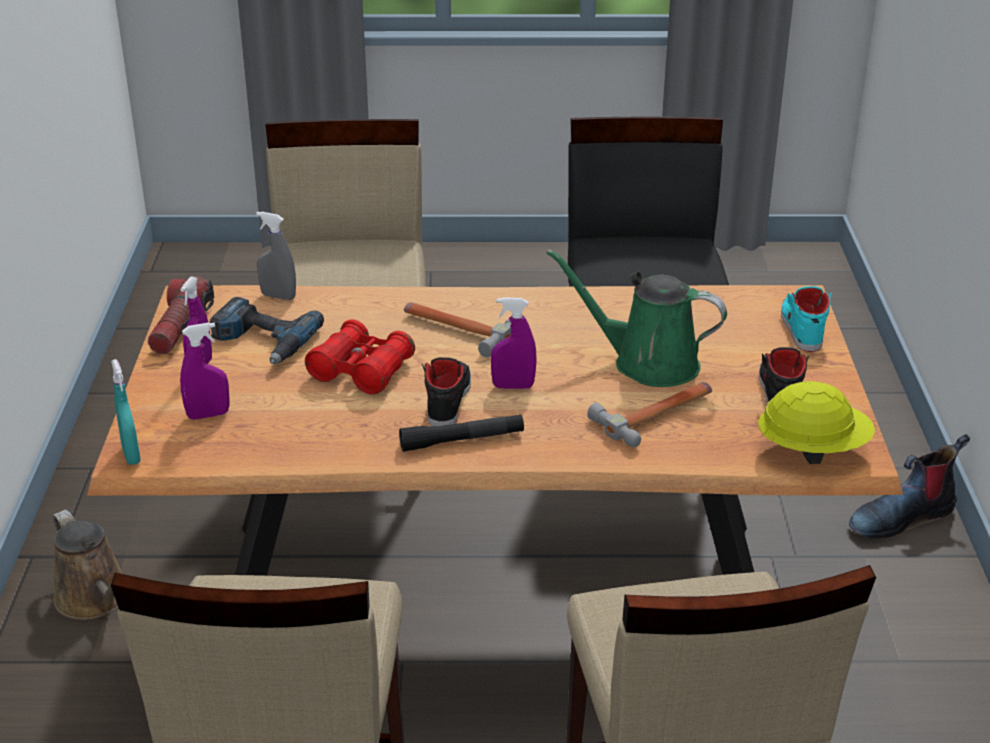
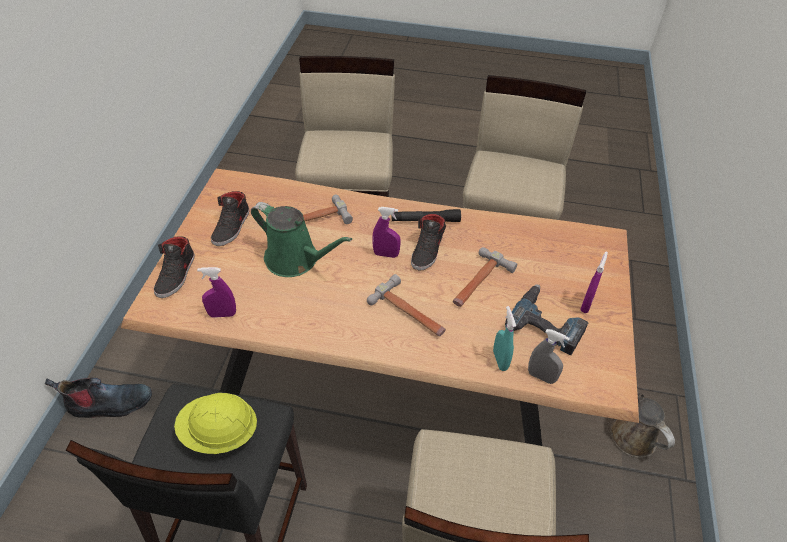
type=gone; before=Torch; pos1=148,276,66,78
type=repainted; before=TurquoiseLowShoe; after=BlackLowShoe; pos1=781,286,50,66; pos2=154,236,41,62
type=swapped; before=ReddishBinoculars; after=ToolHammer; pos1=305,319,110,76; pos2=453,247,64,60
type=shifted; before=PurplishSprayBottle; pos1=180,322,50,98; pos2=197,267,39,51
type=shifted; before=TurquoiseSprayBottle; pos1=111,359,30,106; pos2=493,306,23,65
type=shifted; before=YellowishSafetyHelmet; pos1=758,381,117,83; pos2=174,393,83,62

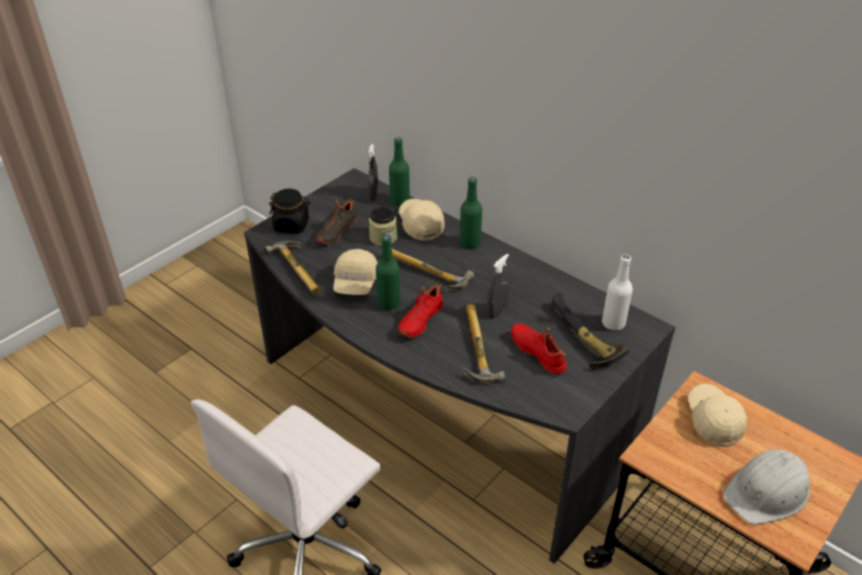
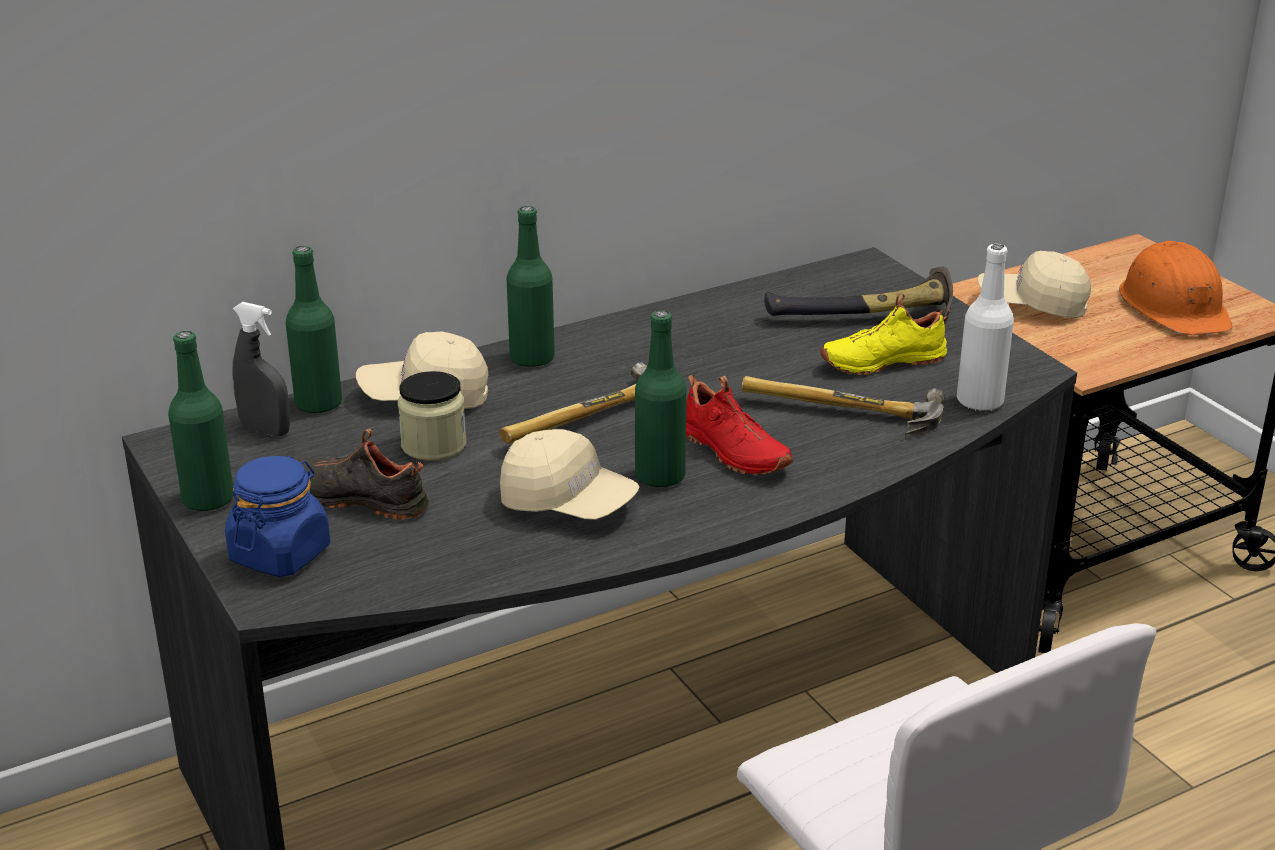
type=repainted; before=BlackStorageJar; after=BlueStorageJar; pos1=269,189,41,45; pos2=225,456,105,121
type=rotated; before=BlackLowShoe; pos1=316,198,42,47; pos2=296,429,133,91; turn=150
type=gone; before=ToolHammer; pos1=264,241,57,53
type=gone; before=GreyishSprayBottle; pos1=487,254,22,64
type=shifted; before=WhiteBottle; pos1=602,254,31,76; pos2=957,244,57,167
type=repainted; before=ReddishLowShoe; after=YellowishLowShoe; pos1=511,323,56,52; pos2=820,293,130,82
type=repainted; before=WhiteSafetyHelmet; after=OrangeColouredSafetyHelmet; pos1=723,449,87,75; pos2=1119,241,114,94
type=new; after=GreenColouredBottle; pos2=168,331,65,181

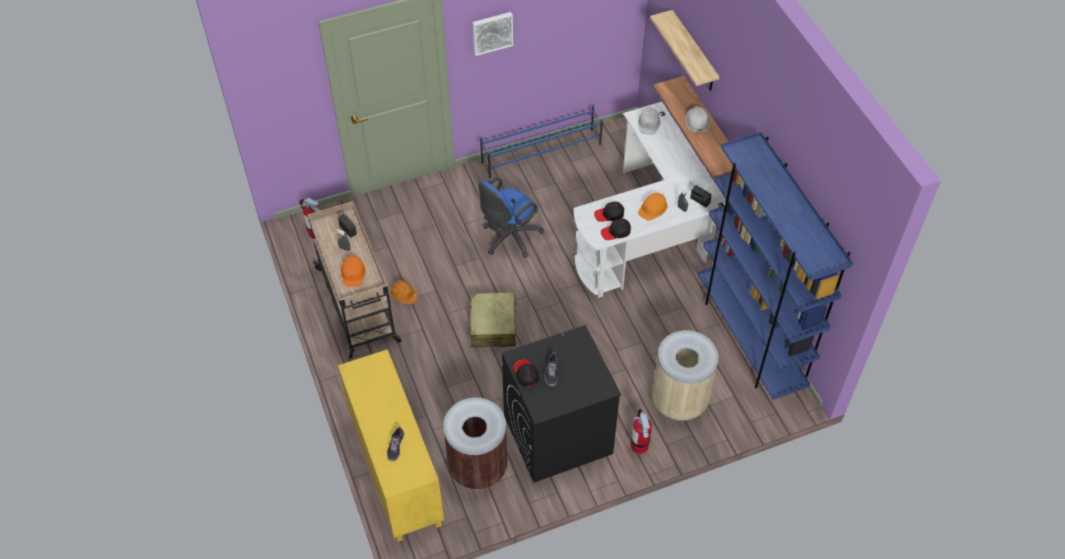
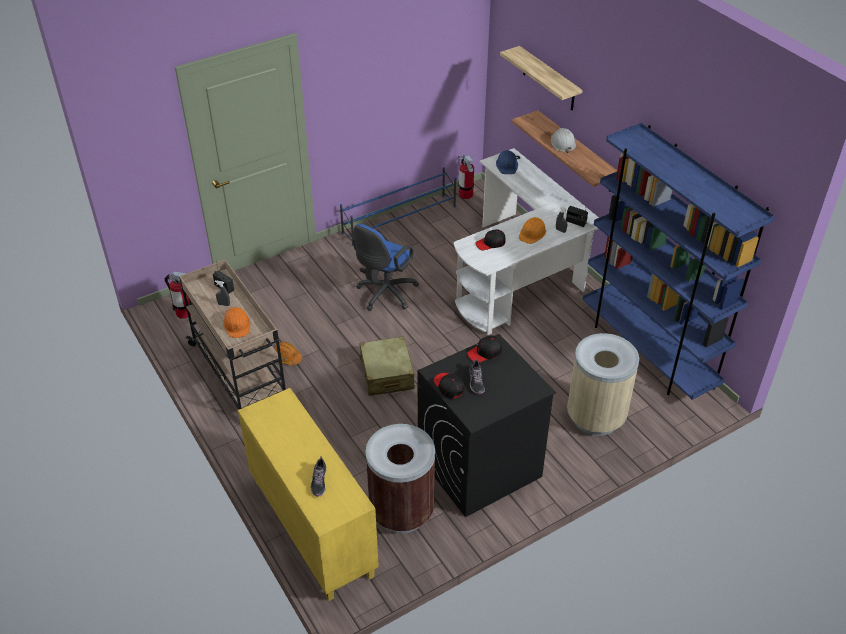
type=gone; before=WallPicture; pos1=472,12,41,44
type=repainted; before=WhiteSafetyHelmet; after=BlueSafetyHelmet; pos1=638,107,22,28; pos2=496,150,22,24
type=shifted; before=BlackPeakedCap; pos1=601,218,30,22; pos2=467,335,35,27
type=shifted; before=FireExtinguisher; pos1=631,409,21,45; pos2=458,155,16,44

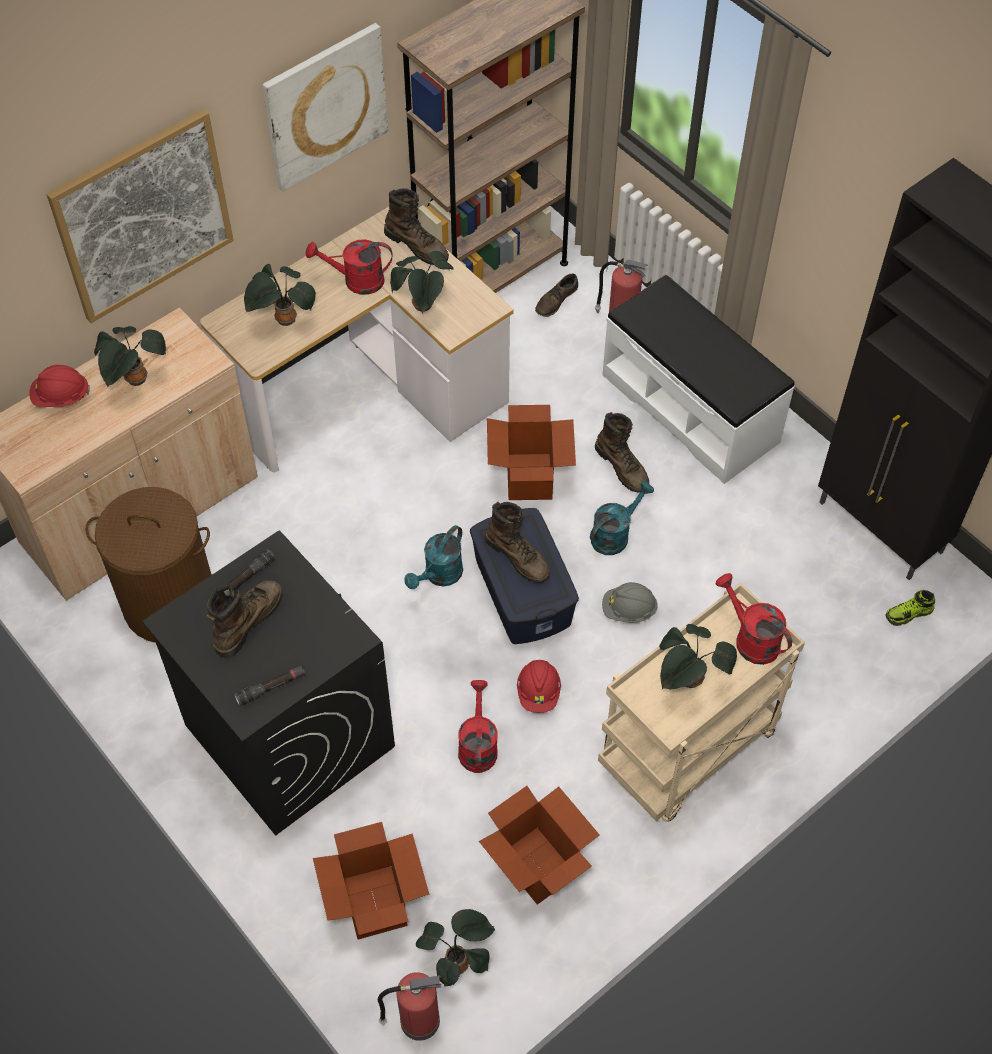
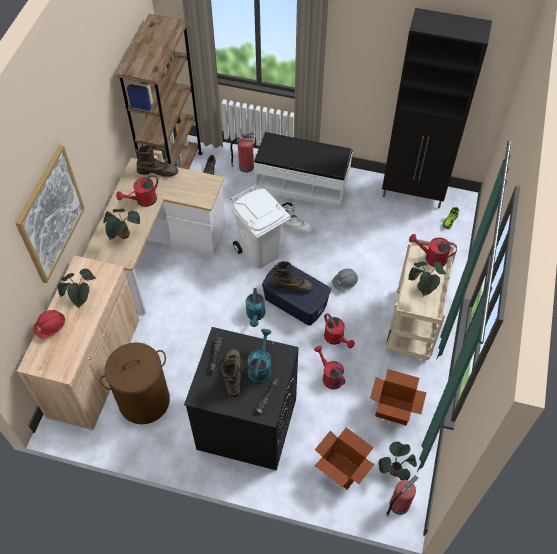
type=gone; before=WallPicture; pos1=262,23,126,169
type=gone; before=Houseplant; pos1=390,251,64,63
type=swapped; before=CardboardBox; after=WhiteWasteBin; pos1=487,405,89,95; pos2=231,185,59,84
type=repainted; before=BrownColouredTallBoot; after=WhiteTallBoot; pos1=595,412,54,81; pos2=280,202,33,32
type=shifted; before=TurquoiseWateringPot; pos1=590,481,64,74; pos2=248,329,23,55
type=swapped; before=ReddishSafetyHelmet; after=ReddishWateringPot; pos1=517,660,44,53; pos2=324,313,31,35

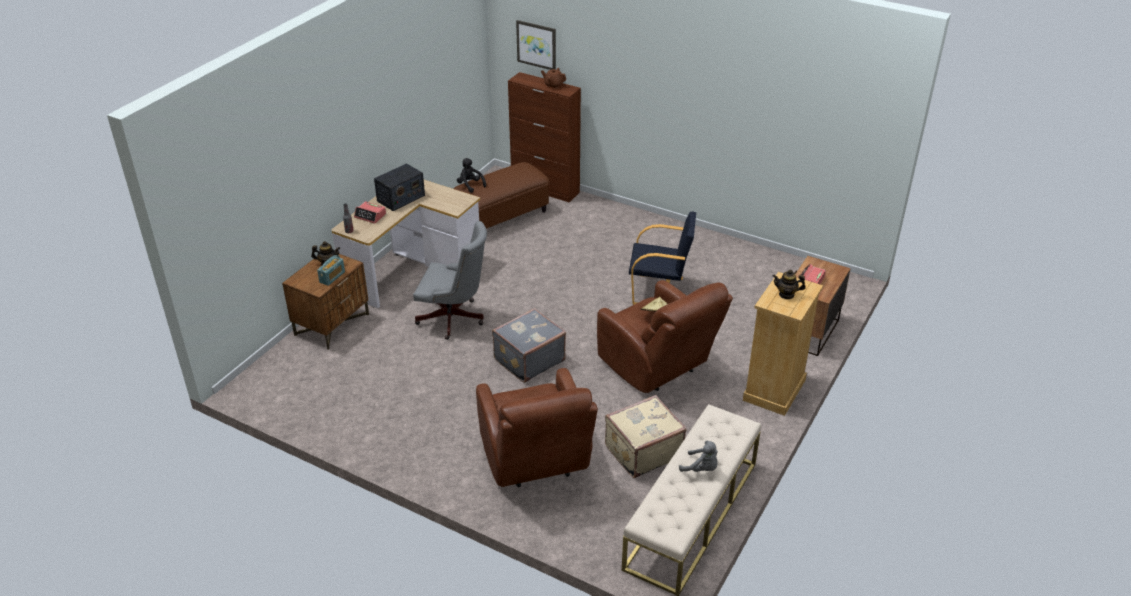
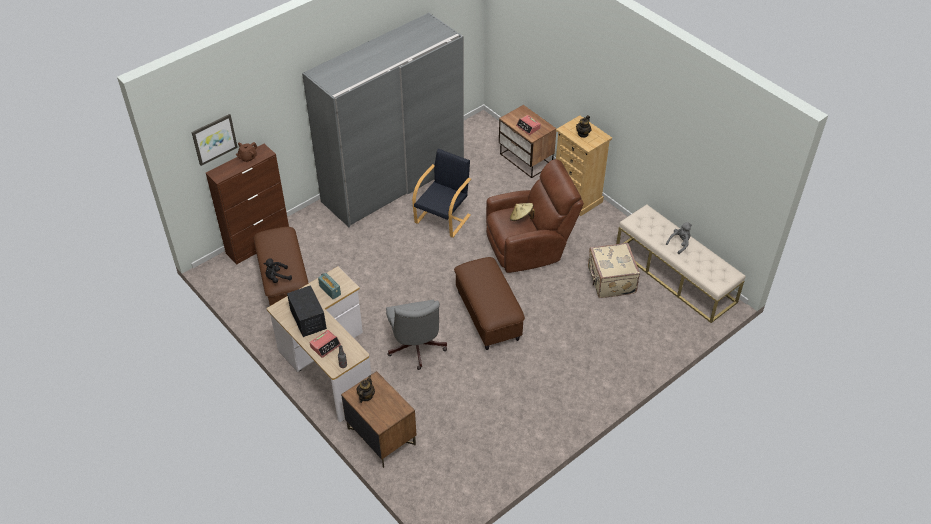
type=rotated; before=GreyishDeskChair; pos1=413,221,74,119; pos2=386,300,61,70; turn=135
type=shifted; before=RadioSet; pos1=317,255,28,31; pos2=318,273,23,27
type=swapped; before=GreyishPieceOfLuggage; after=BrownColouredFootrest; pos1=492,308,74,75; pos2=454,257,71,93
type=gone; before=BrownColouredLoungeChair; pos1=476,368,122,119
type=new; after=GreyishWardrobe; pos2=302,13,162,214

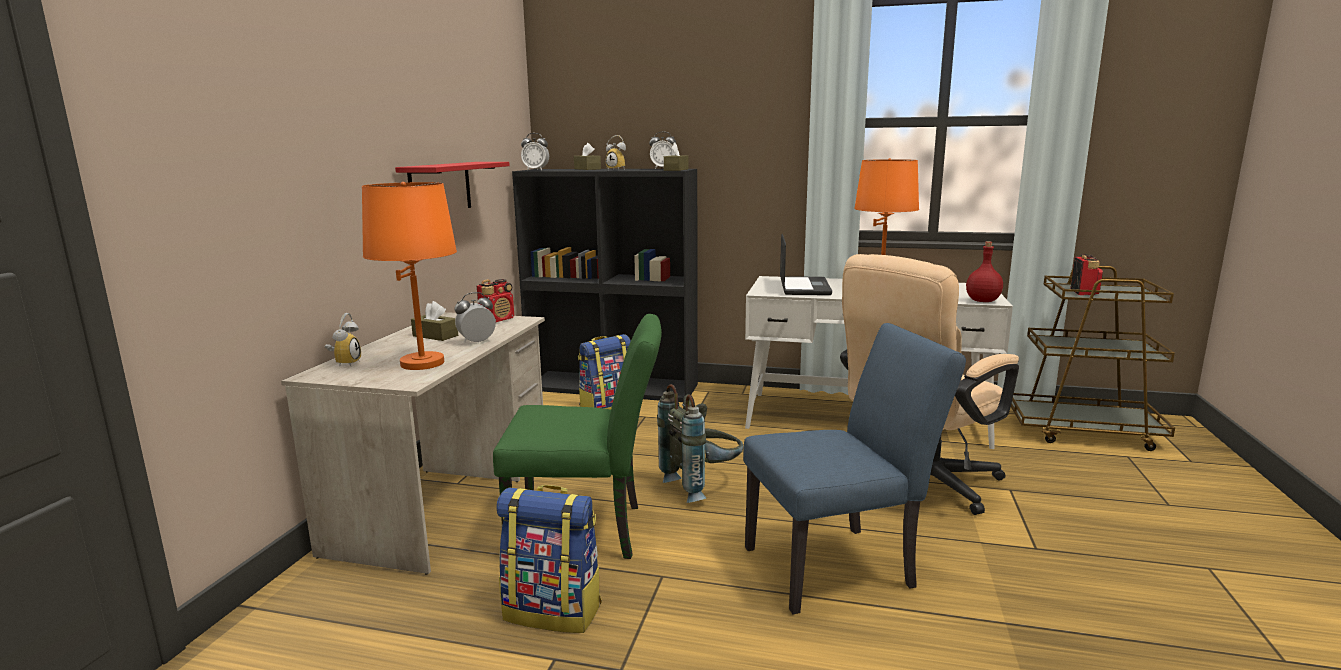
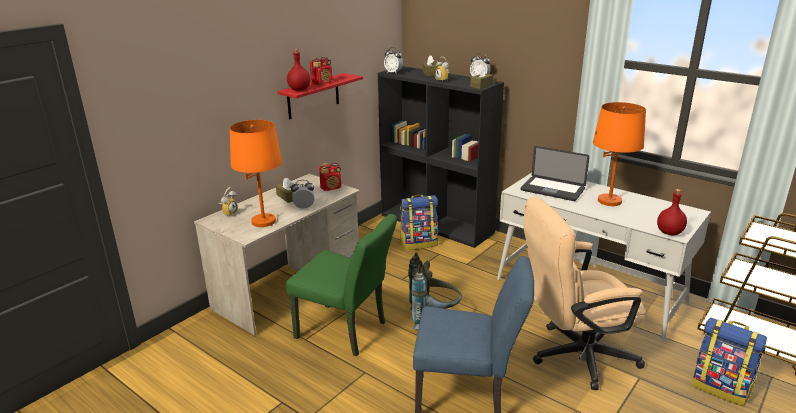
type=rotated; before=PortableComputer; pos1=780,234,52,61; pos2=521,146,69,55; turn=90
type=shifted; before=RadioSet; pos1=1071,254,32,41; pos2=310,57,22,28
type=shifted; before=Backpack; pos1=496,485,106,148; pos2=691,318,76,88
type=new; after=ReddishBottle; pos2=287,49,24,42

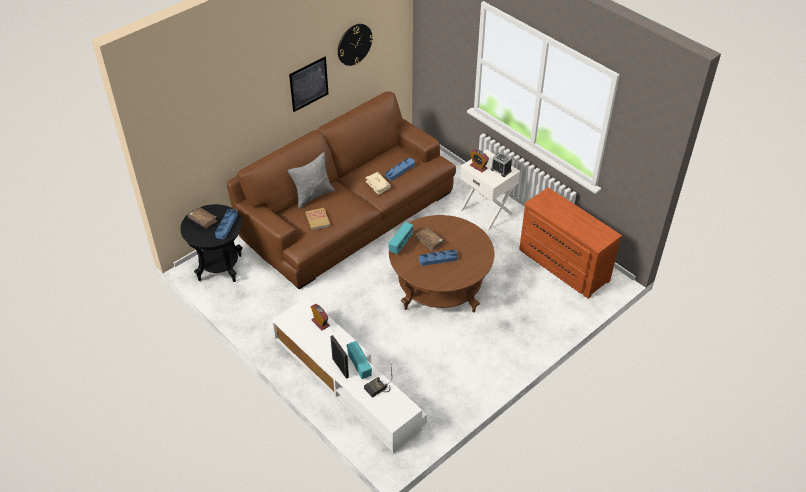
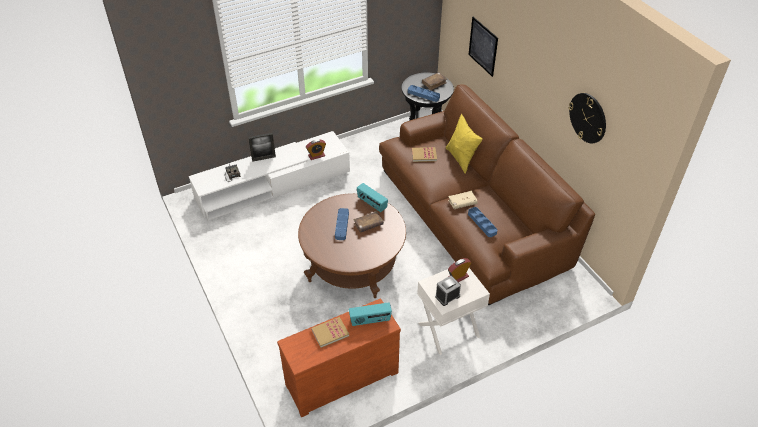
type=shifted; before=WallPicture; pos1=289,57,40,55; pos2=468,17,30,60
type=repainted; before=GreyishThrowPillow; after=YellowishThrowPillow; pos1=288,152,47,57; pos2=446,114,37,60
type=shifted; before=RadioSet; pos1=347,341,25,38; pos2=349,302,43,24
type=new; after=Volume; pos2=311,317,38,31

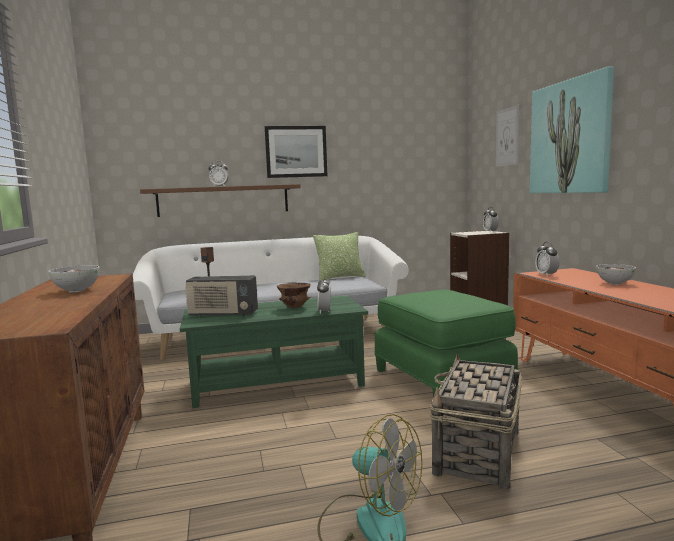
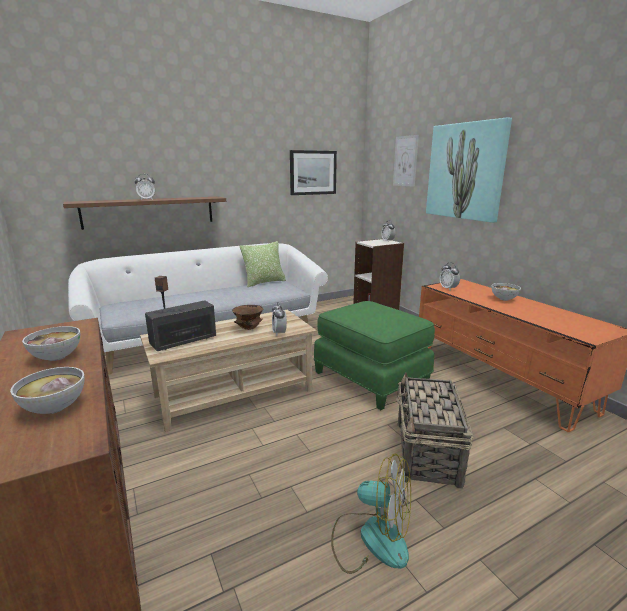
type=shifted; before=WallPicture; pos1=265,126,62,52; pos2=290,150,47,45
type=rotated; before=RadioSet; pos1=185,276,73,41; pos2=145,300,71,51; turn=150
type=repainted; before=GreenColouredLoungeTable; after=BeigeLoungeTable; pos1=180,295,188,113; pos2=140,310,177,122
type=new; after=Bowl; pos2=10,367,75,47

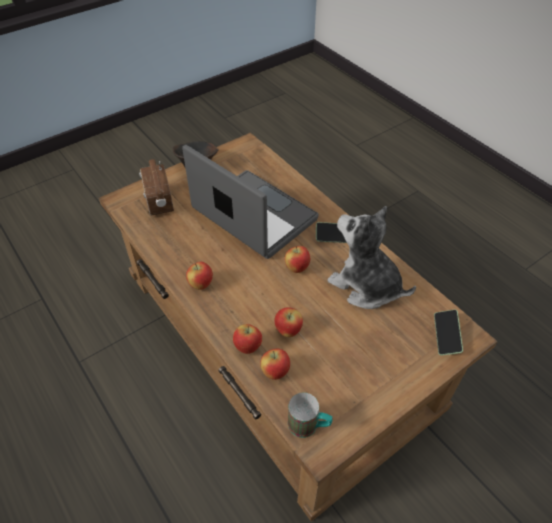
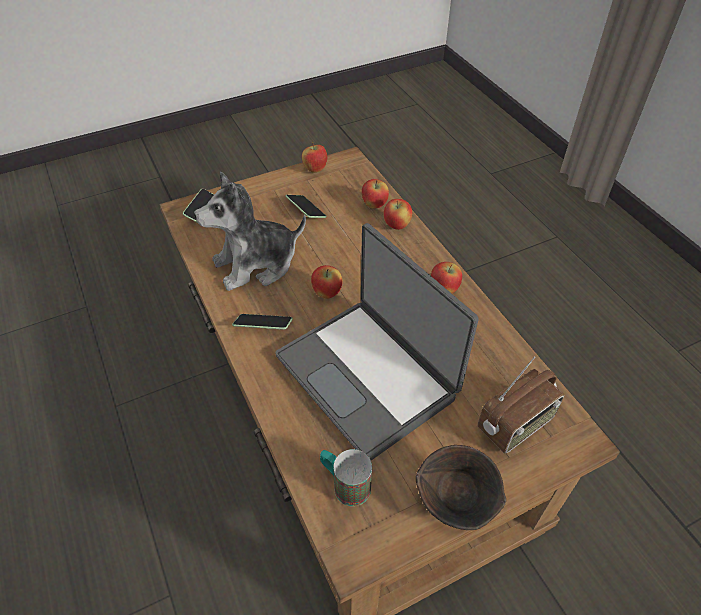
type=rotated; before=RadioSet; pos1=139,159,35,57; pos2=477,357,87,97; turn=60
type=rotated; before=SoftToy; pos1=327,206,89,103; pos2=194,172,112,119; turn=105
type=shifted; before=WholeApple; pos1=275,307,28,30; pos2=302,142,25,31
type=shifted; before=TeaMug; pos1=288,393,45,45; pos2=320,449,52,57
type=new; after=Telephone; pos2=285,195,41,23

